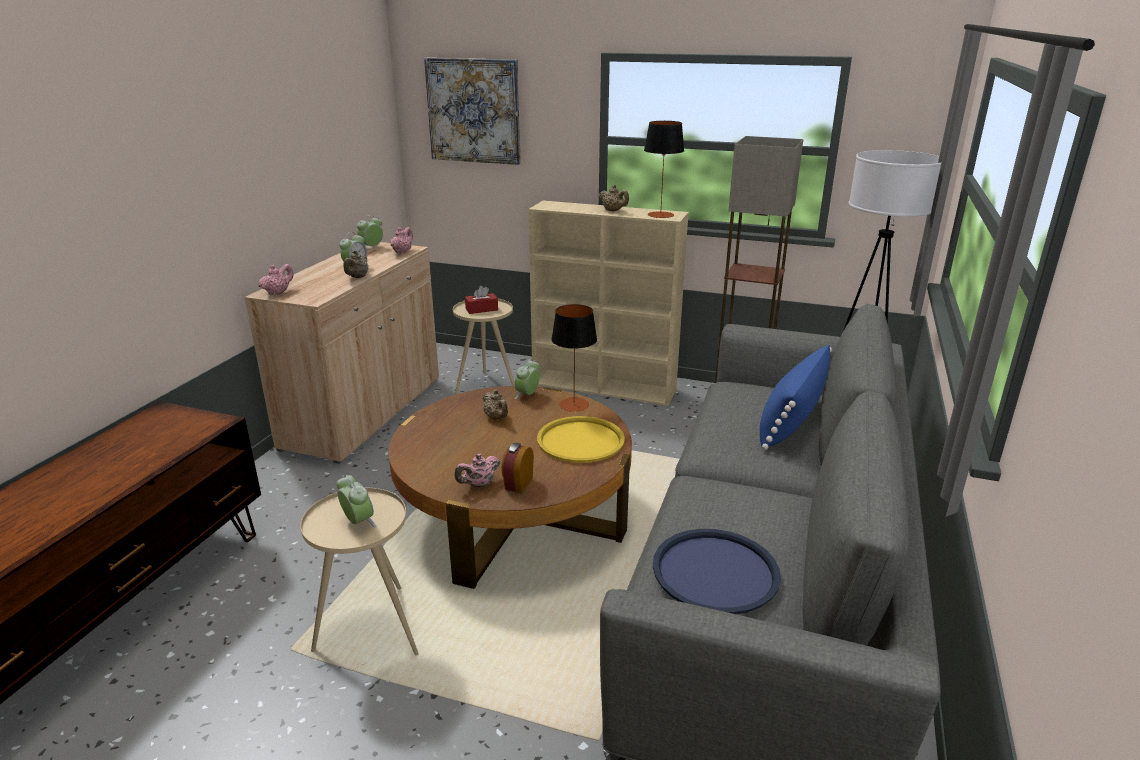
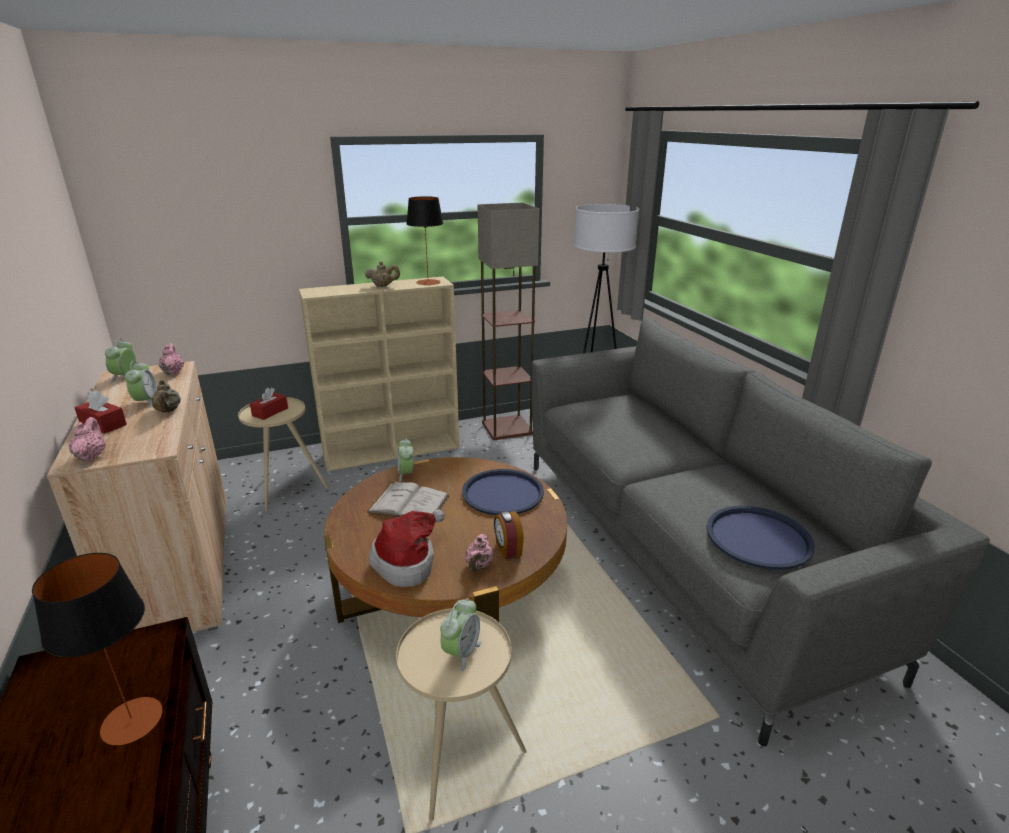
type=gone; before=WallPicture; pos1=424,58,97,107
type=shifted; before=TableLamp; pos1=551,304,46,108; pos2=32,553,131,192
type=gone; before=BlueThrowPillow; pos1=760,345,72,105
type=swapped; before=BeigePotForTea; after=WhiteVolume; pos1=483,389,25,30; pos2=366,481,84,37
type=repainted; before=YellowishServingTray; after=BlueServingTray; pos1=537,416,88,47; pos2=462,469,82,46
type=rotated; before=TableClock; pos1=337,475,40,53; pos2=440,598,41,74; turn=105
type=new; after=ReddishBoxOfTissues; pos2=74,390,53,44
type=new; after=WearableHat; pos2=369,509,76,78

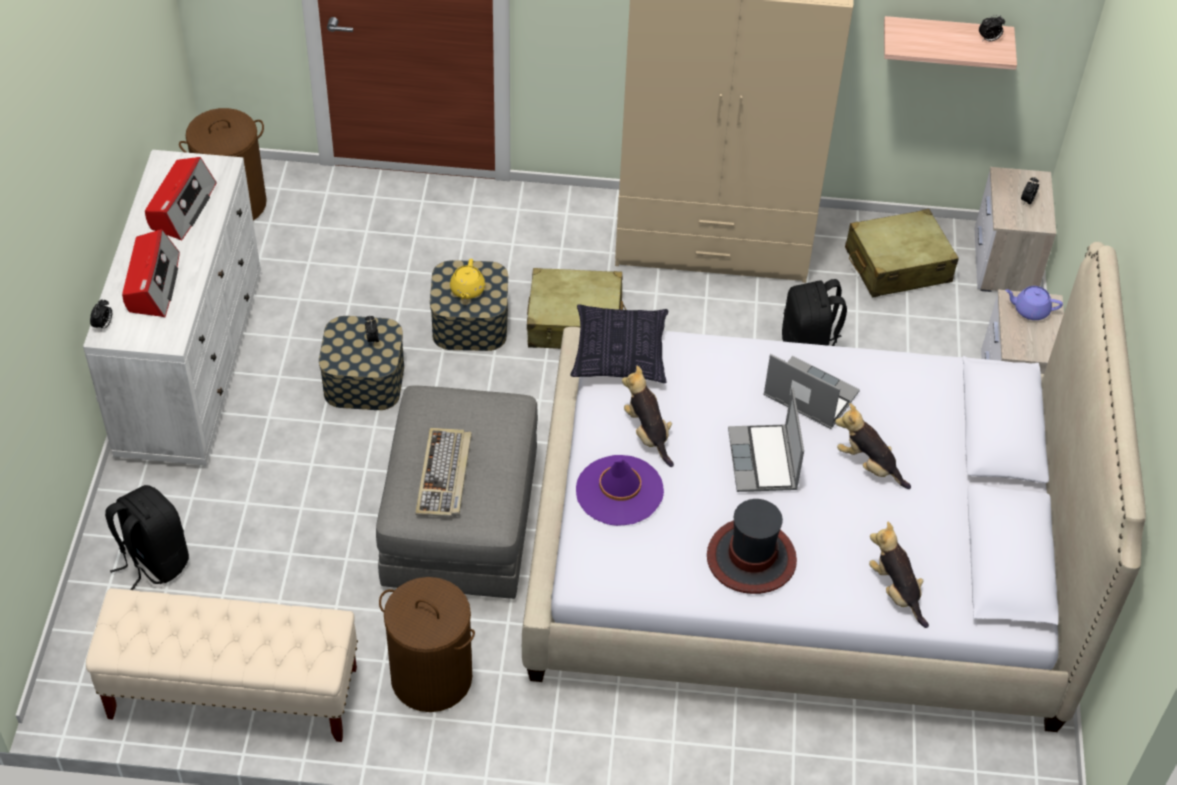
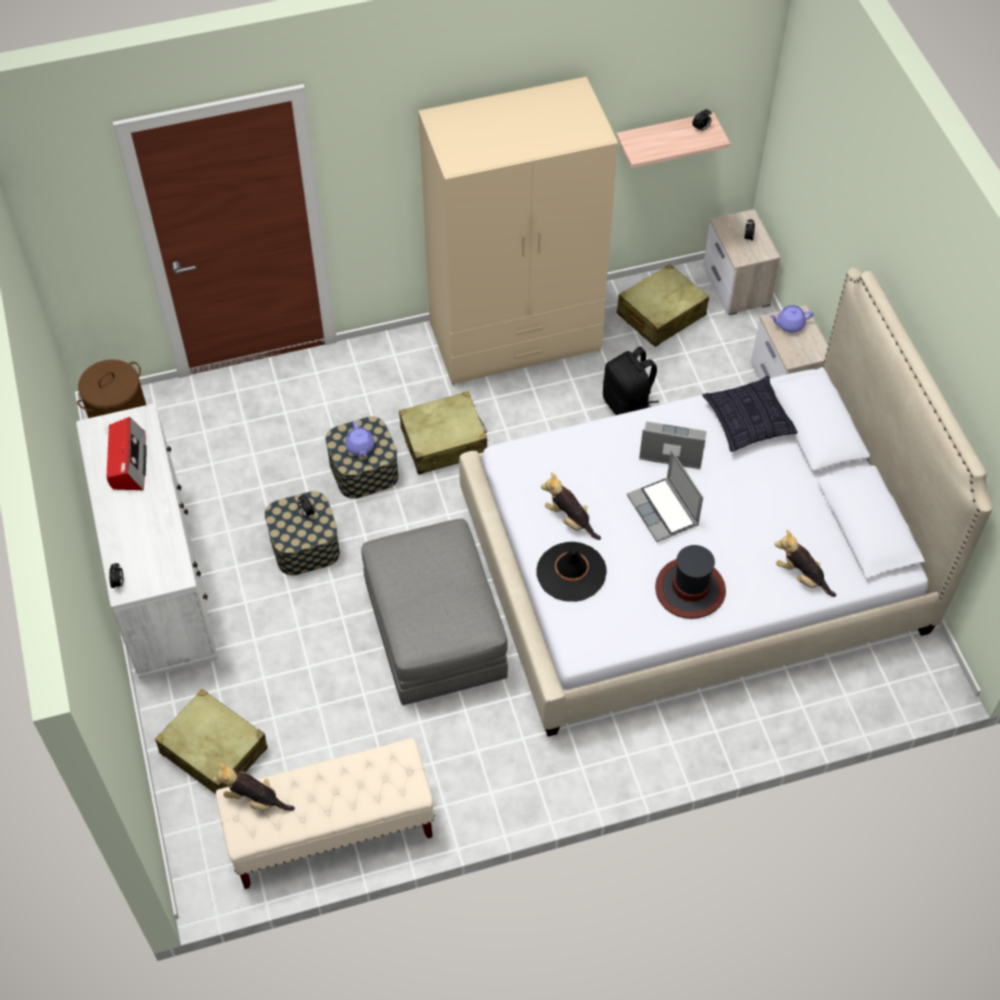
type=gone; before=RadioSet; pos1=122,229,58,88
type=repainted; before=YellowishPotForTea; after=PurplishPotForTea; pos1=450,259,35,41; pos2=345,421,30,36
type=shifted; before=ThrowPillow; pos1=570,304,98,79; pos2=702,376,95,76
type=shifted; before=SoftToy; pos1=835,403,76,86; pos2=213,763,82,48
type=gone; before=ComputerKeyboard; pos1=415,428,57,89
type=repainted; before=PurplishWearableHat; after=BlackWearableHat; pos1=576,455,88,71; pos2=536,542,70,60
type=swapped; before=BlackBackpack; after=BeigePieceOfLuggage; pos1=105,485,84,105; pos2=155,689,112,105
type=gone; before=BrownColouredWashingBasket; pos1=379,577,96,135

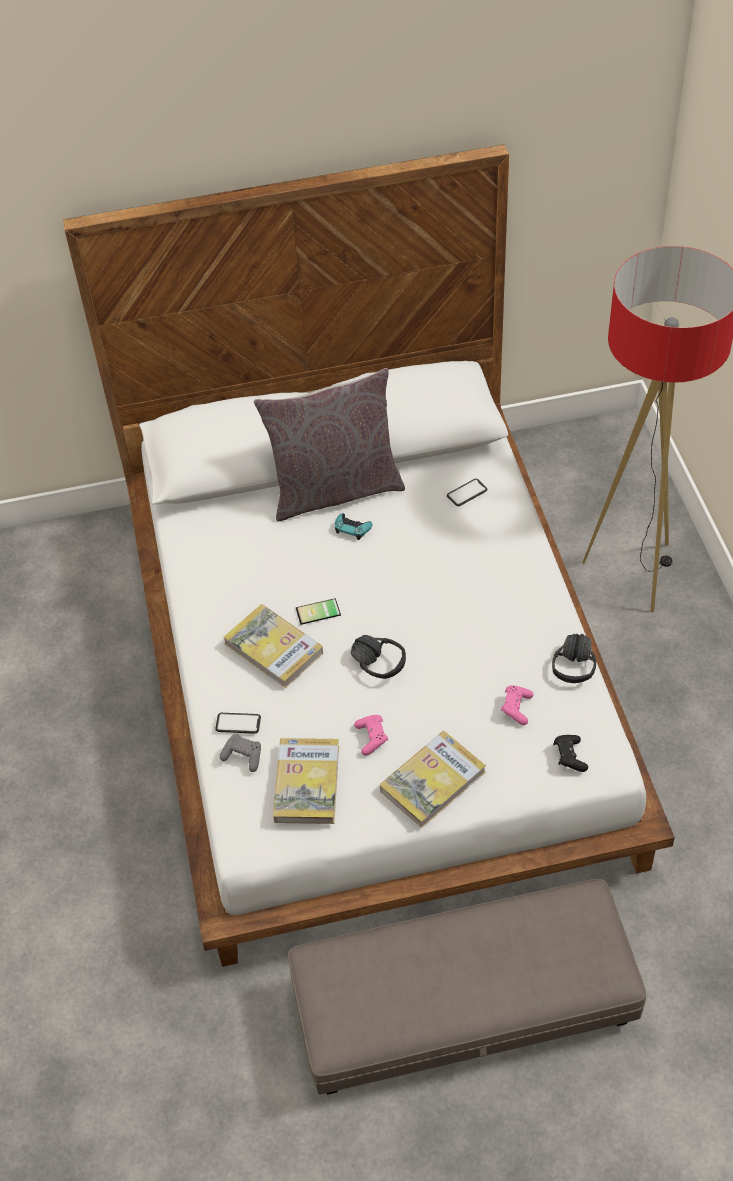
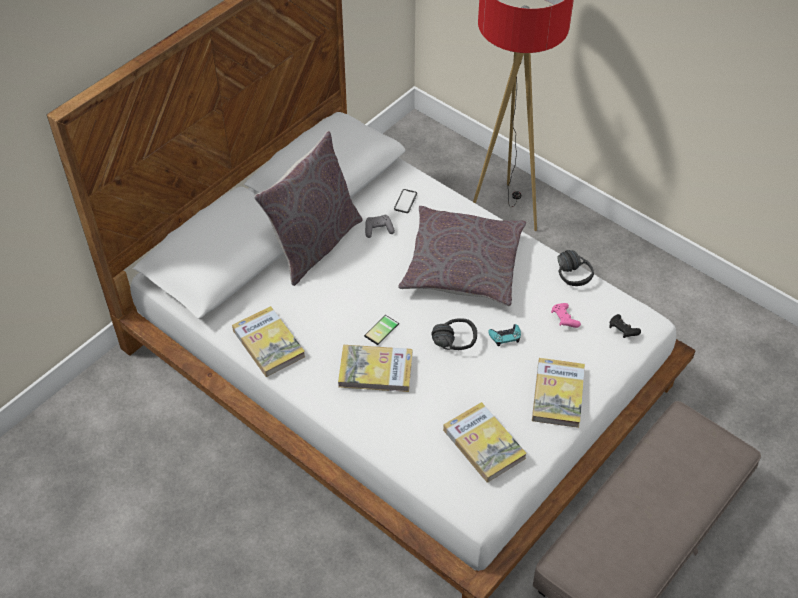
type=shifted; before=TurquoiseGamepad; pos1=335,513,38,27; pos2=488,324,33,22
type=gone; before=Telephone; pos1=215,713,46,21
type=gone; before=PinkishGamepad; pos1=354,715,34,40
type=shifted; before=GreyishGamepad; pos1=220,734,41,38; pos2=365,215,30,23
type=new; after=GreyishThrowPillow; pos2=398,206,128,100
type=new; after=Volume; pos2=232,306,73,71

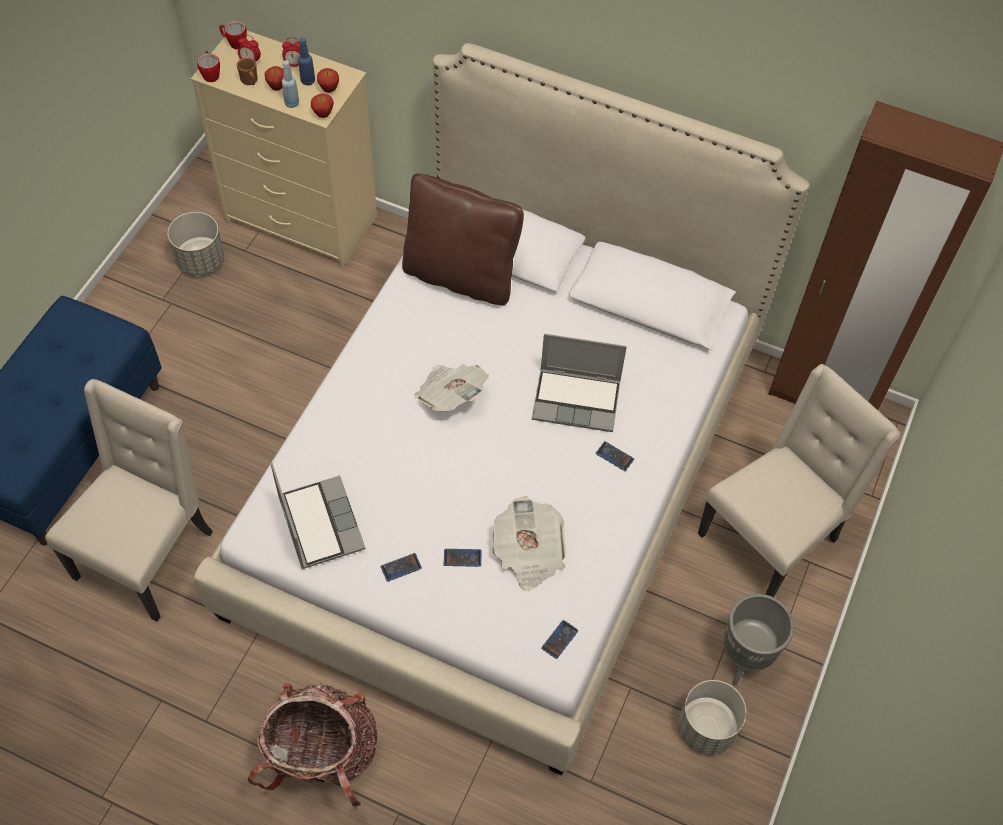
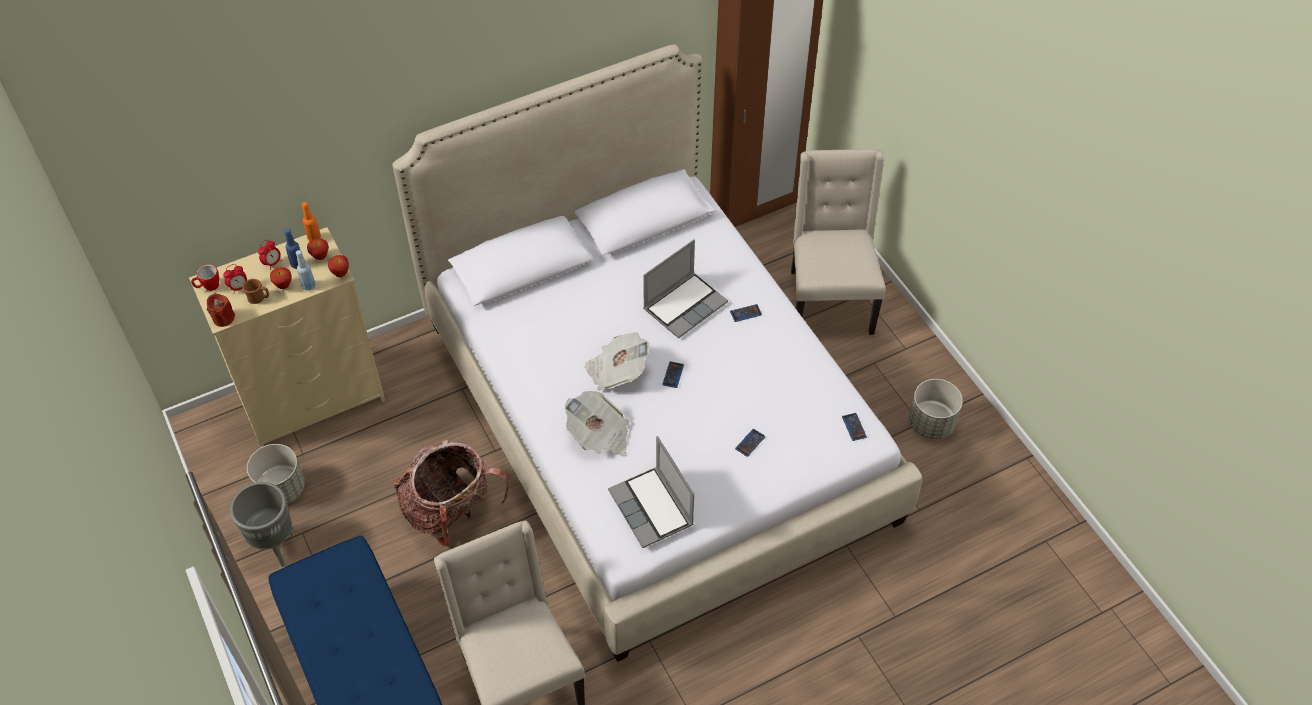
type=swapped; before=TeaMug; after=ReddishWaxCandle; pos1=197,50,23,32; pos2=207,293,28,34
type=gone; before=BrownColouredThrowPillow; pos1=402,173,122,132
type=rotated; before=PortableComputer; pos1=271,463,95,106; pos2=608,436,86,112; turn=-135
type=shifted; before=PrintedPaper; pos1=492,496,74,95; pos2=565,391,64,64
type=shifted; before=Telephone; pos1=381,553,41,29; pos2=662,361,22,27
type=shifted; before=GreyishPlanter; pos1=724,594,70,91; pos2=230,482,64,85
type=shifted; before=Backpack; pos1=248,682,129,125; pos2=393,440,116,107
type=new; after=OrangeColouredBottle; pos2=302,202,19,39

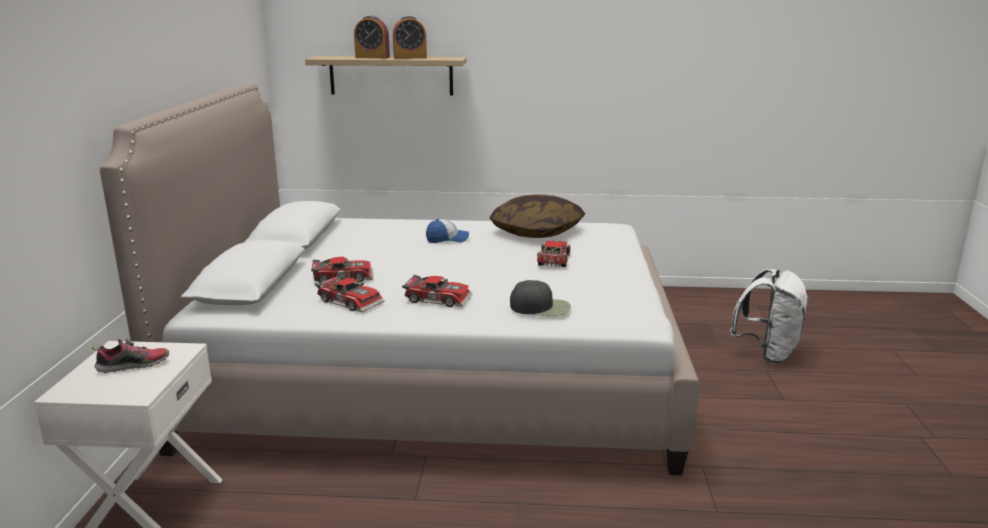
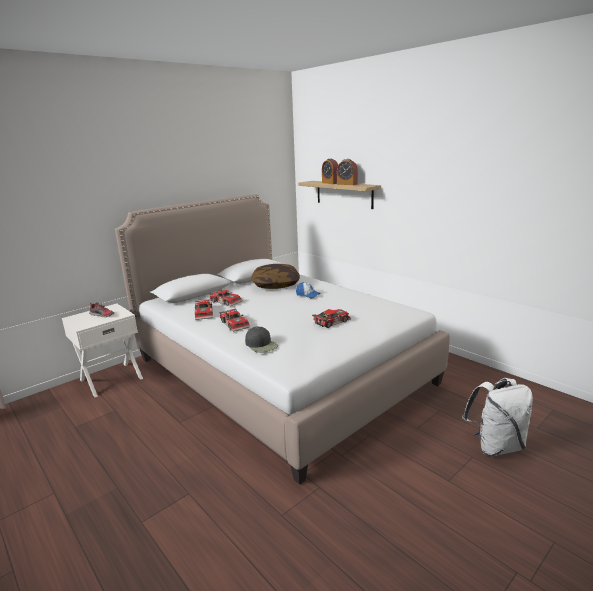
type=shifted; before=ThrowPillow; pos1=489,194,96,44; pos2=251,264,49,25

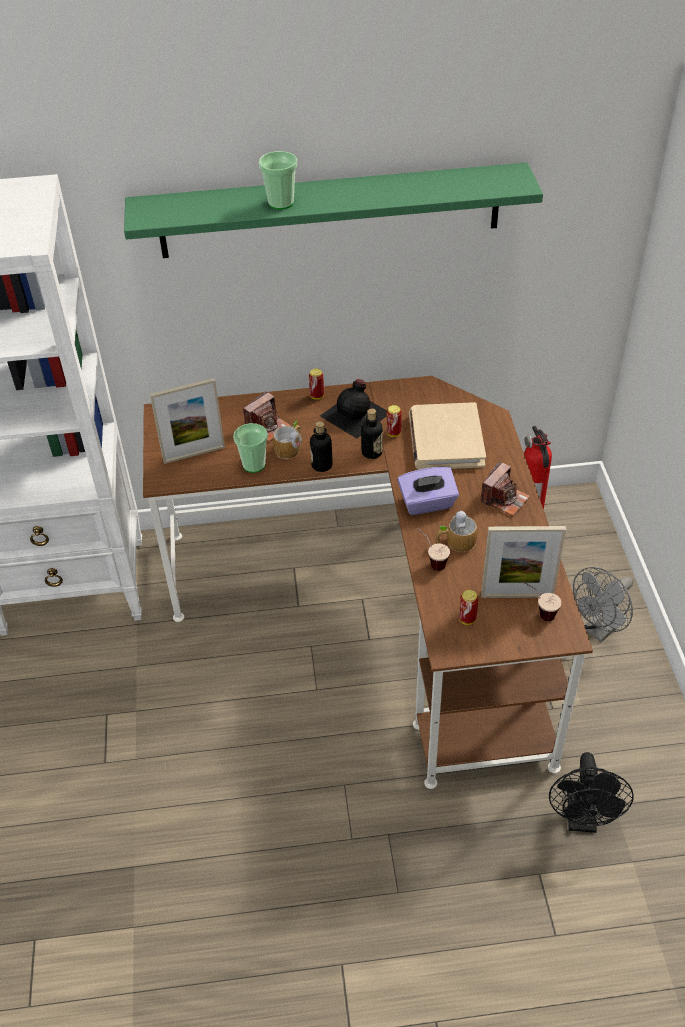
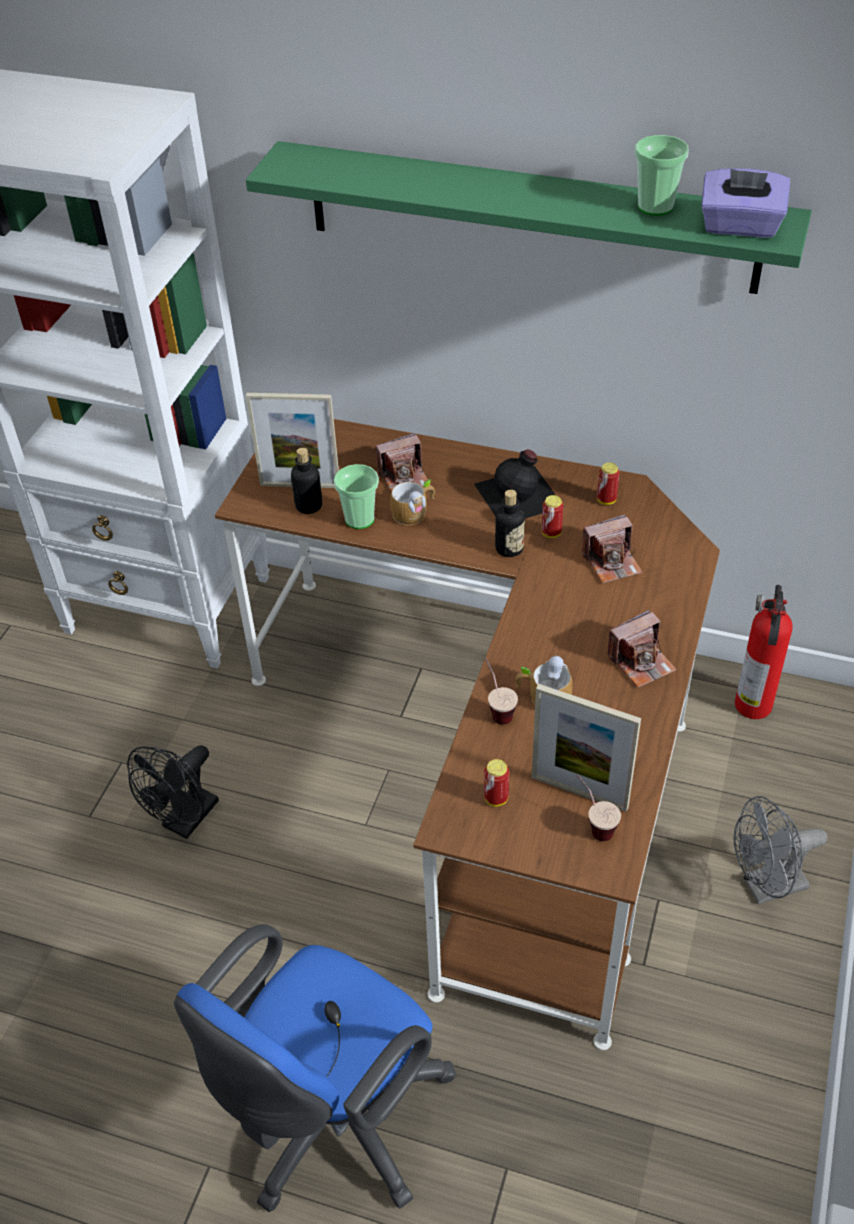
type=shifted; before=DrinkingCup; pos1=259,151,38,59; pos2=635,135,54,81
type=shifted; before=Can; pos1=309,368,15,32; pos2=597,462,23,43
type=swapped; before=BeigeVolume; after=PhotoCamera; pos1=409,402,77,68; pos2=582,514,60,69
type=shifted; before=Bottle; pos1=310,421,23,51; pos2=291,448,31,66
type=shifted; before=PurplishBoxOfTissues; pos1=397,467,62,48; pos2=701,168,89,70
type=shifted; before=BlackElectricFan; pos1=549,752,85,81; pos2=127,745,92,94
type=new; after=BlueDeskChair; pos2=174,924,283,288

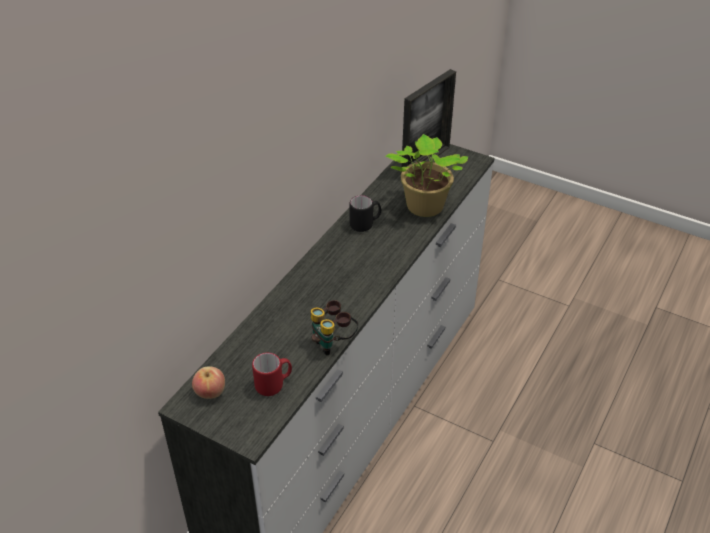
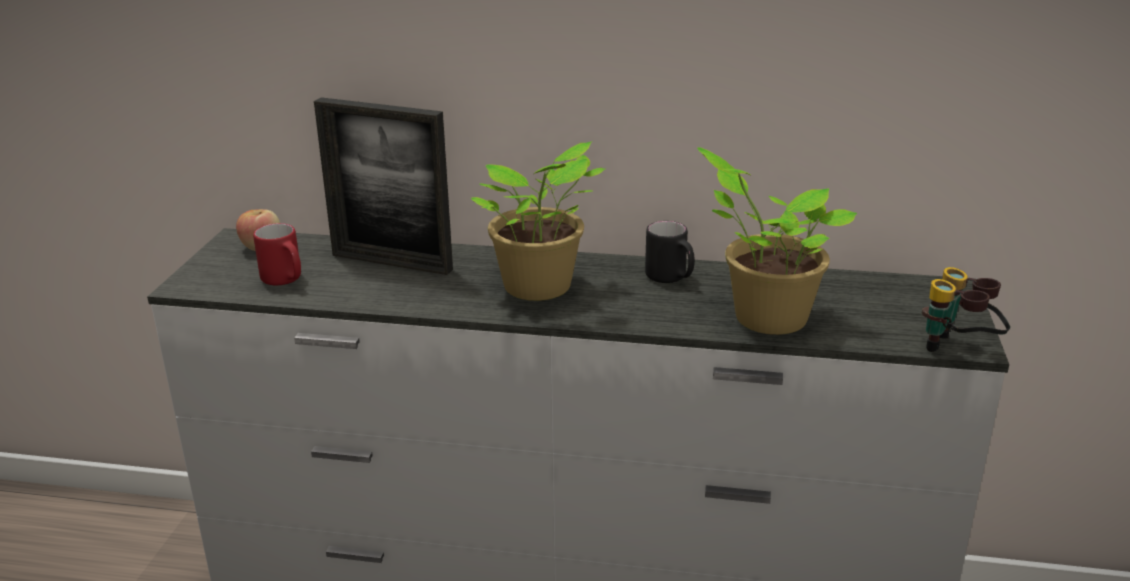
type=shifted; before=PictureFrame; pos1=401,69,55,104; pos2=314,97,139,178
type=shifted; before=Binoculars; pos1=311,300,47,55; pos2=922,267,88,85
type=new; after=Houseplant; pos2=471,141,134,160

